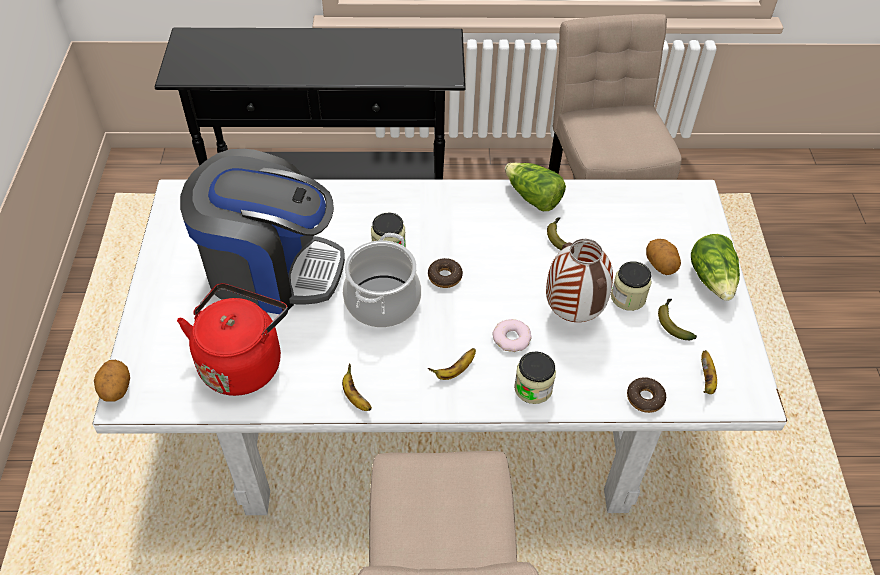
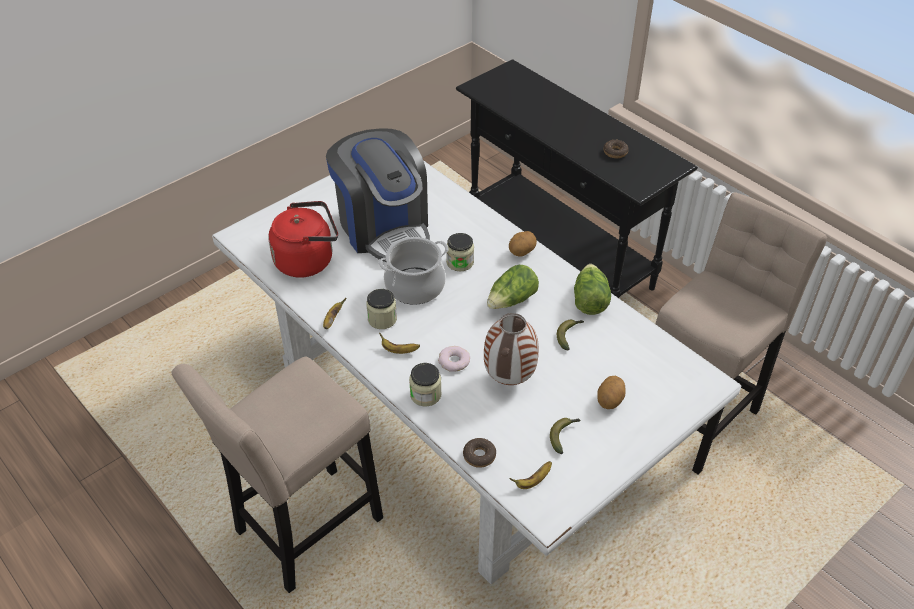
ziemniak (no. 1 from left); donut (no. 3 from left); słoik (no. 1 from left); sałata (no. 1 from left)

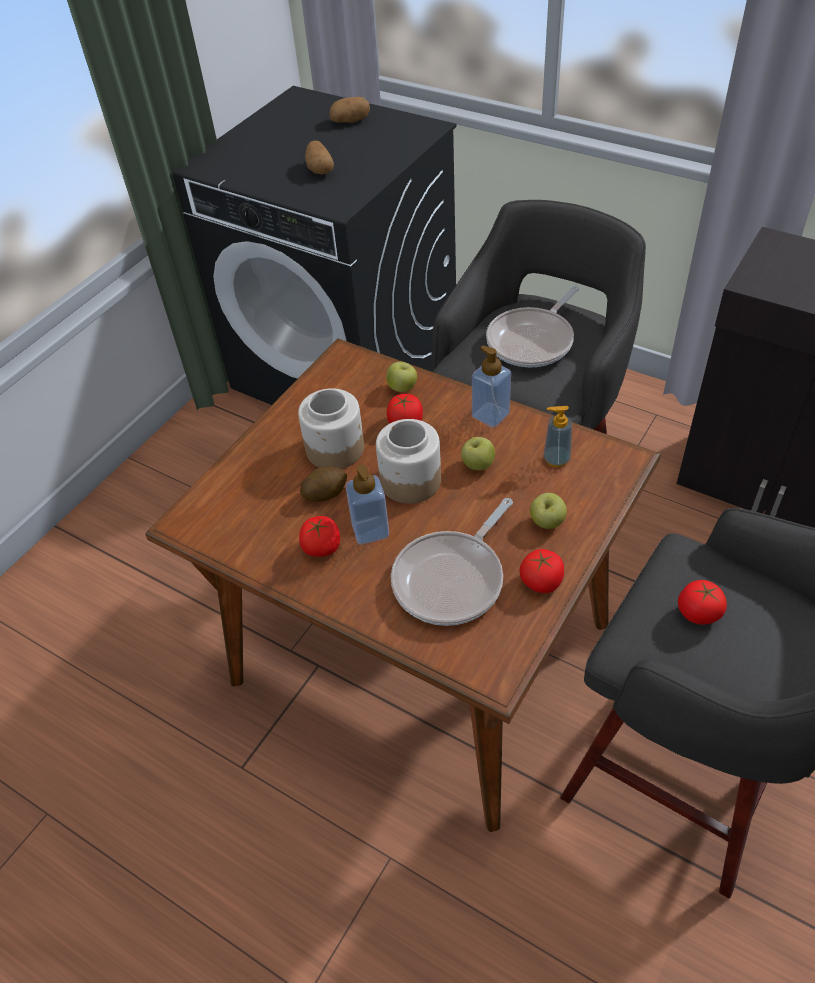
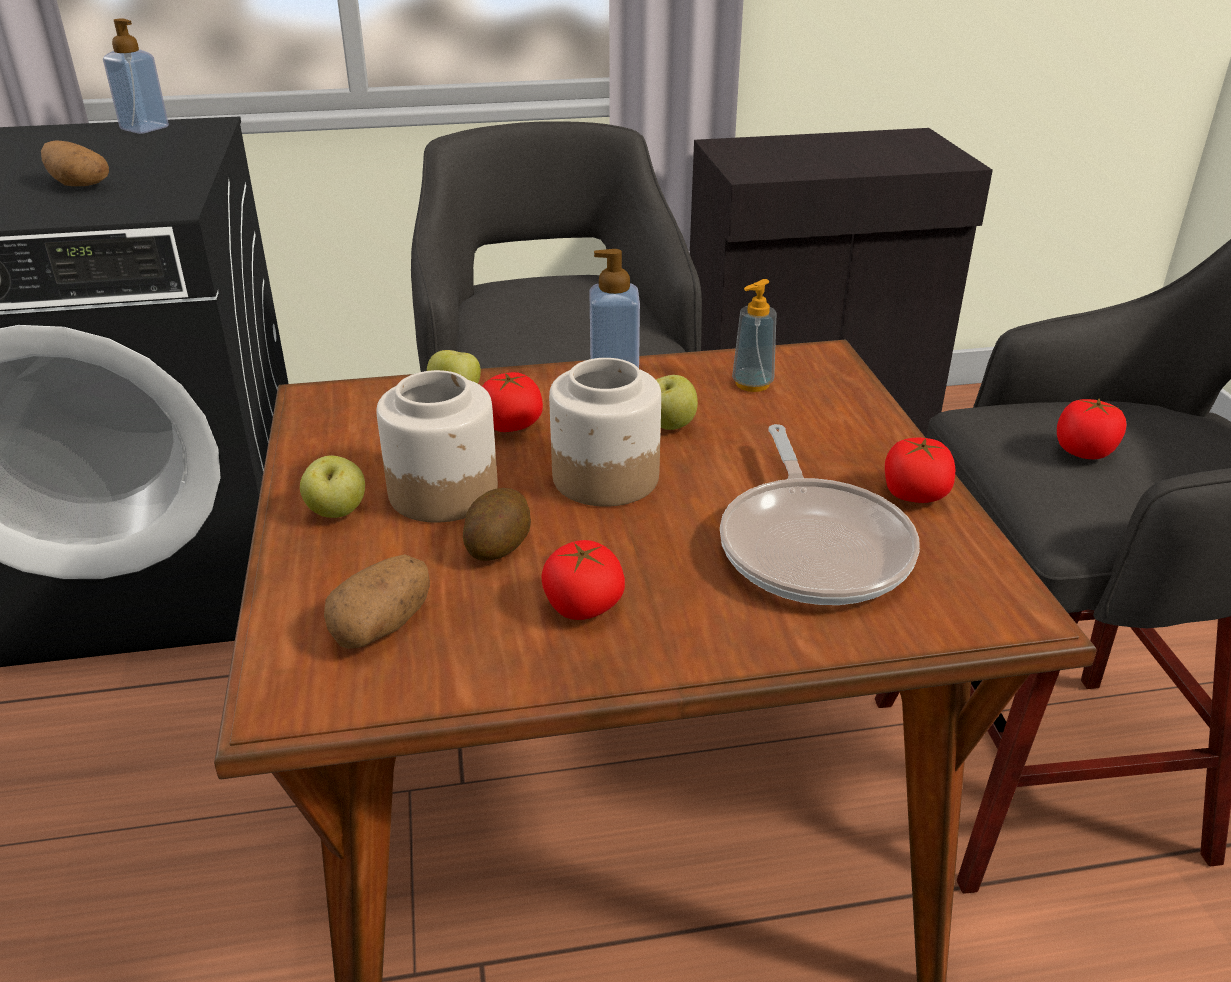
patelnia (no. 2 from left in the first image); ziemniak (no. 2 from left); dozownik mydła (no. 1 from left); jabłko (no. 1 from left)

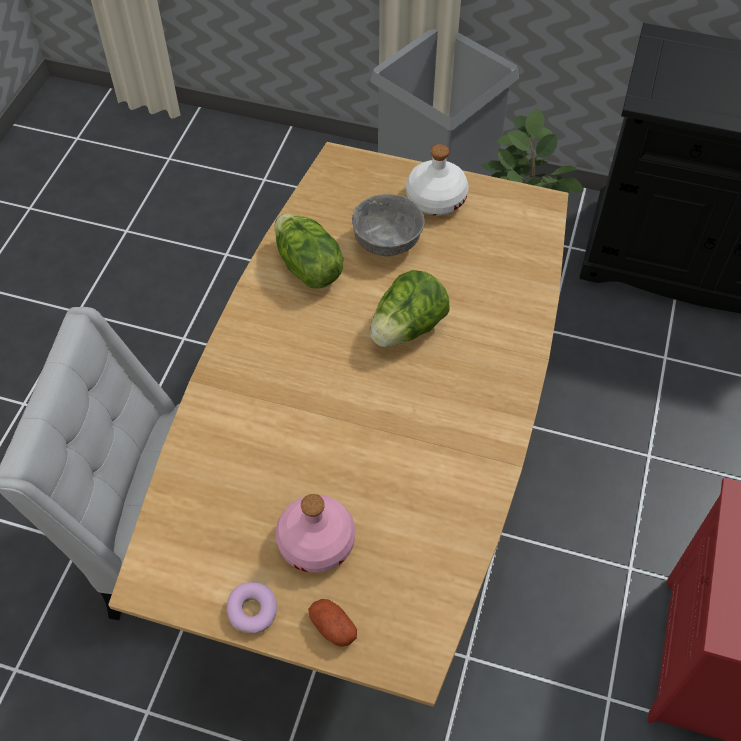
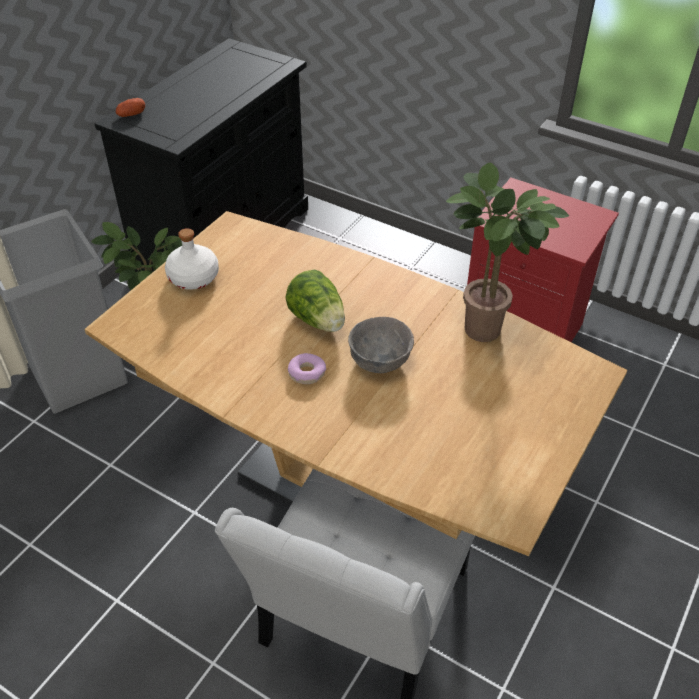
sałata (no. 1 from left in the first image); butelka (różowy); roślina doniczkowa (no. 2 from left); donut; ziemniak; miska (szary)

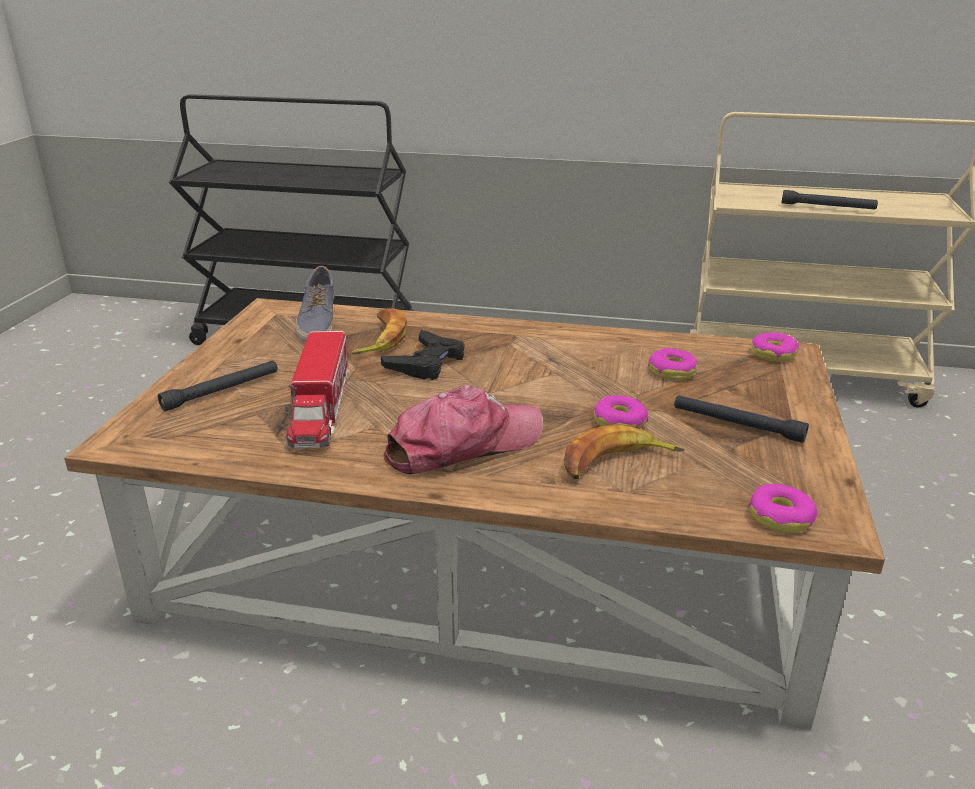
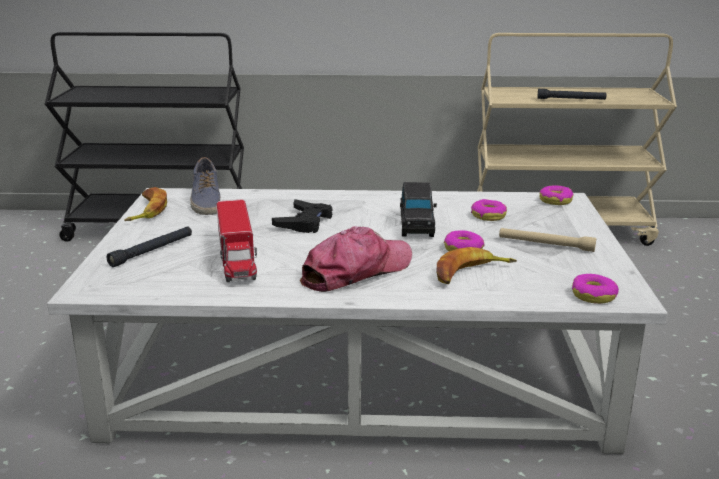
samochodzik (czarny); banan (no. 1 from left); ława (biały); latarka (beżowy)

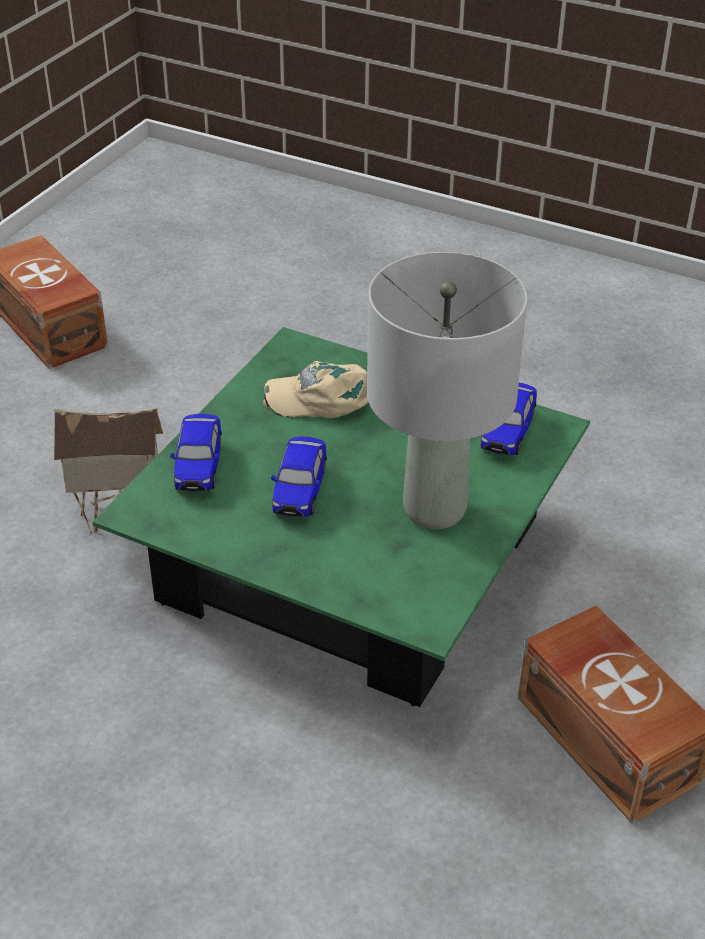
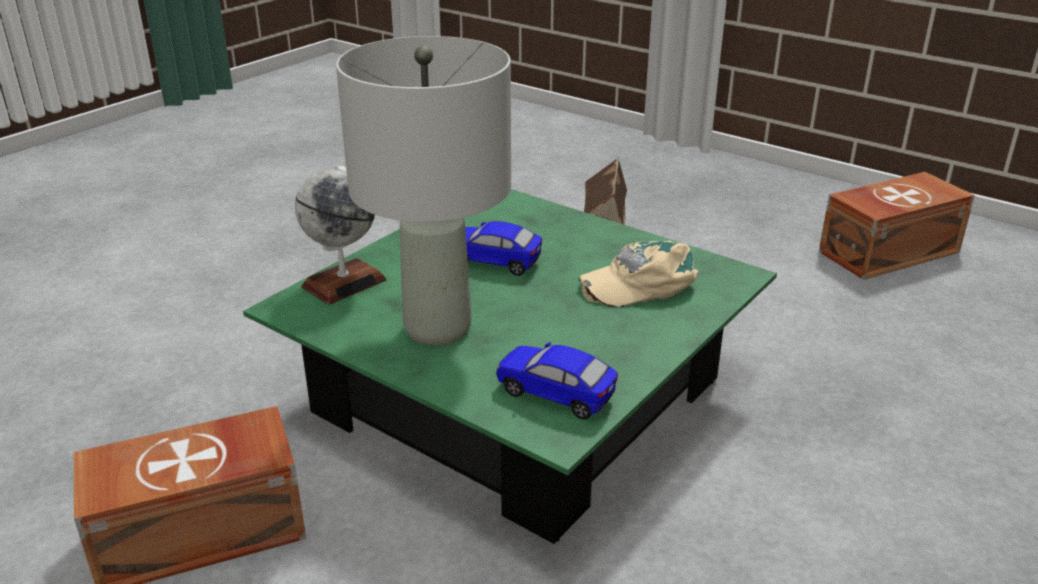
samochodzik (no. 1 from left in the first image); globus; czapka z daszkiem (beżowy)

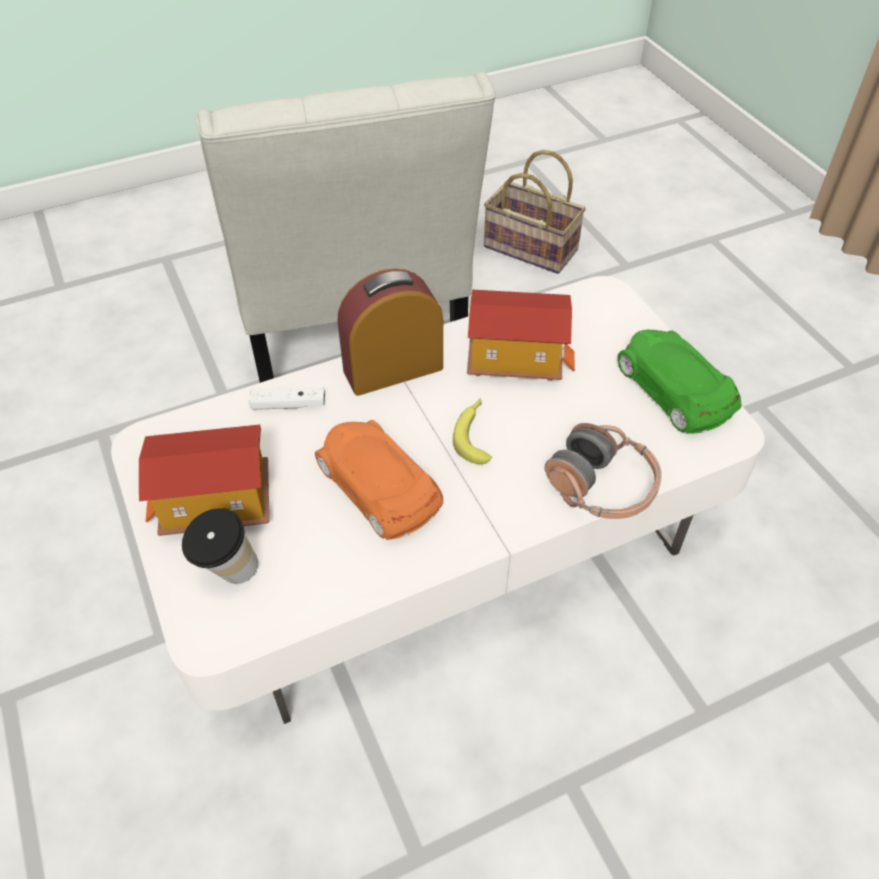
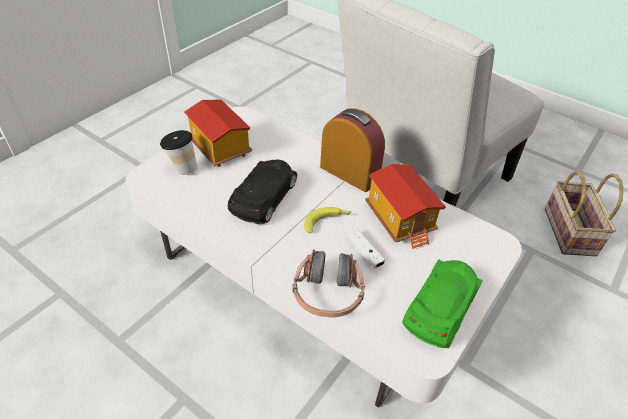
pad do gier (biały); samochodzik (czarny)

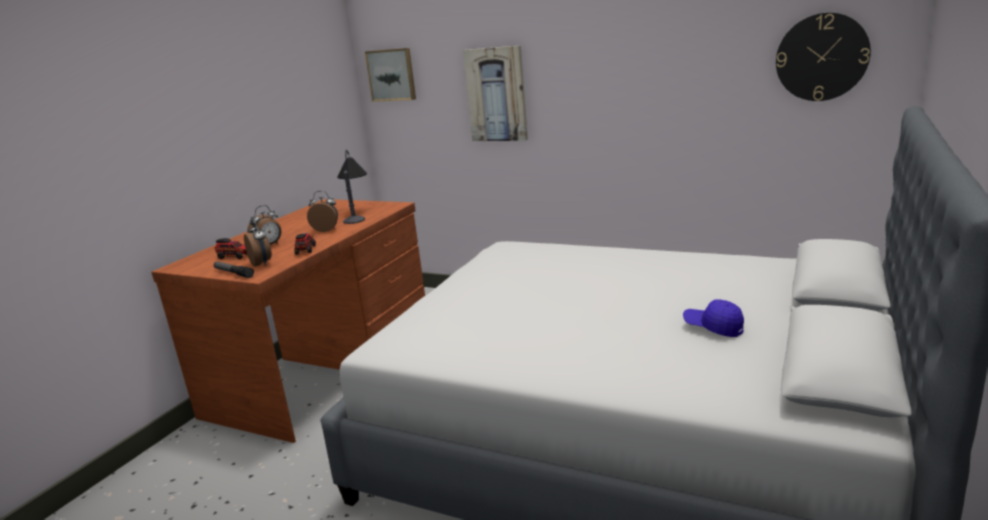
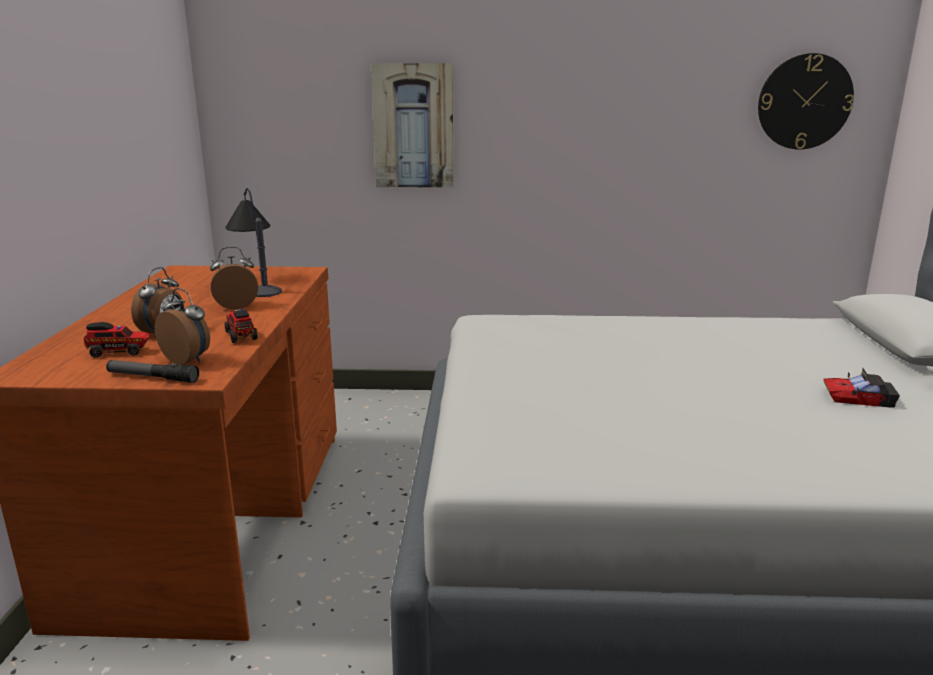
obraz (no. 1 from left in the first image); samochodzik

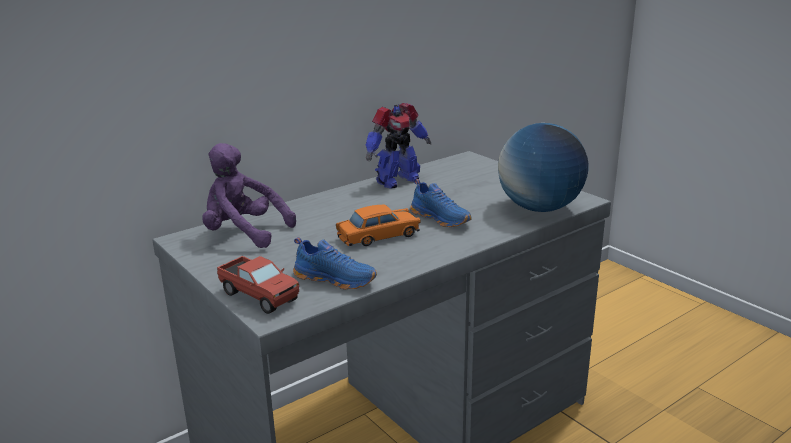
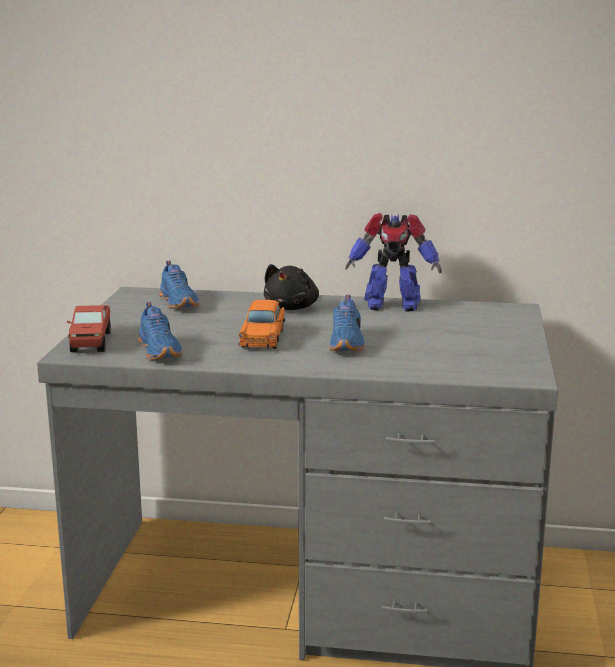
globus; pluszak (czarny); but (niebieski) (no. 2 from left); samochodzik (pomarańczowy)

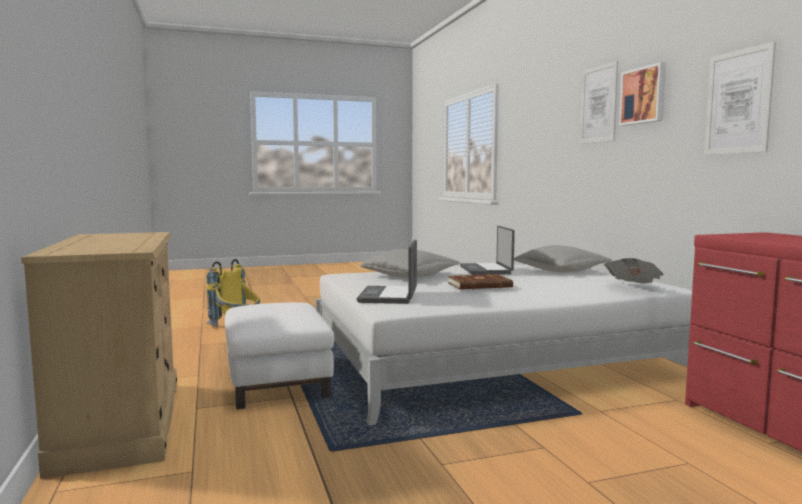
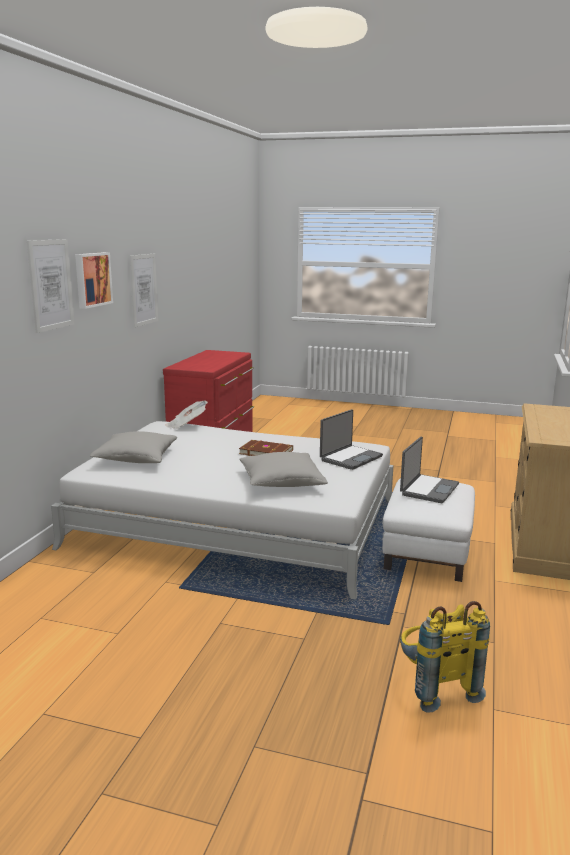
laptop (no. 2 from left)

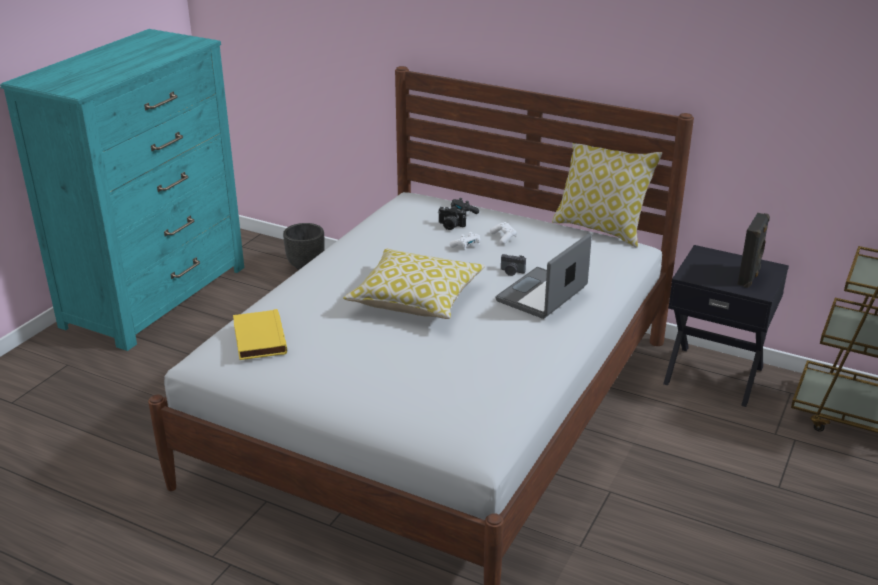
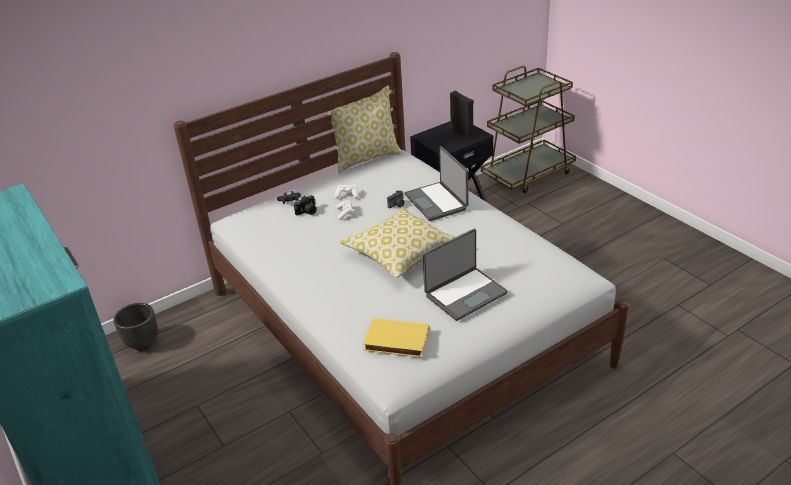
laptop (no. 2 from left)

